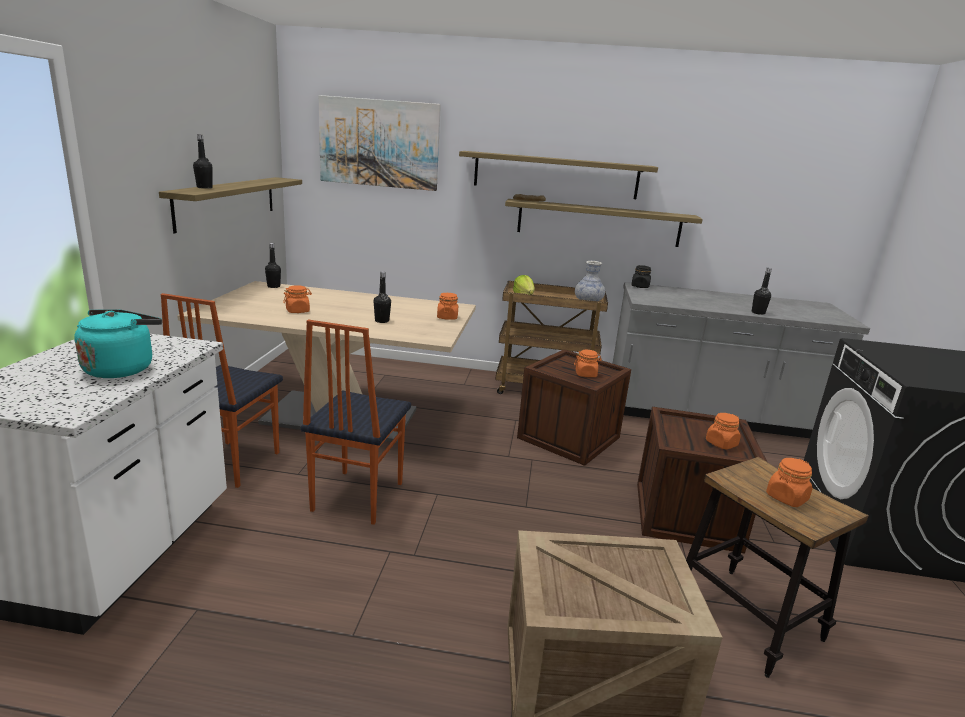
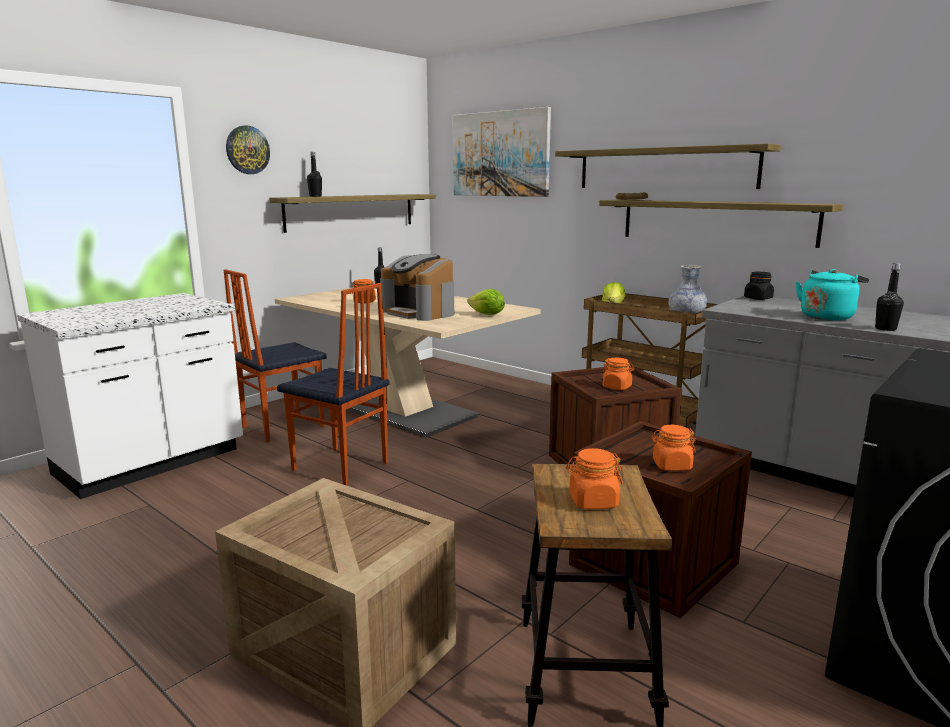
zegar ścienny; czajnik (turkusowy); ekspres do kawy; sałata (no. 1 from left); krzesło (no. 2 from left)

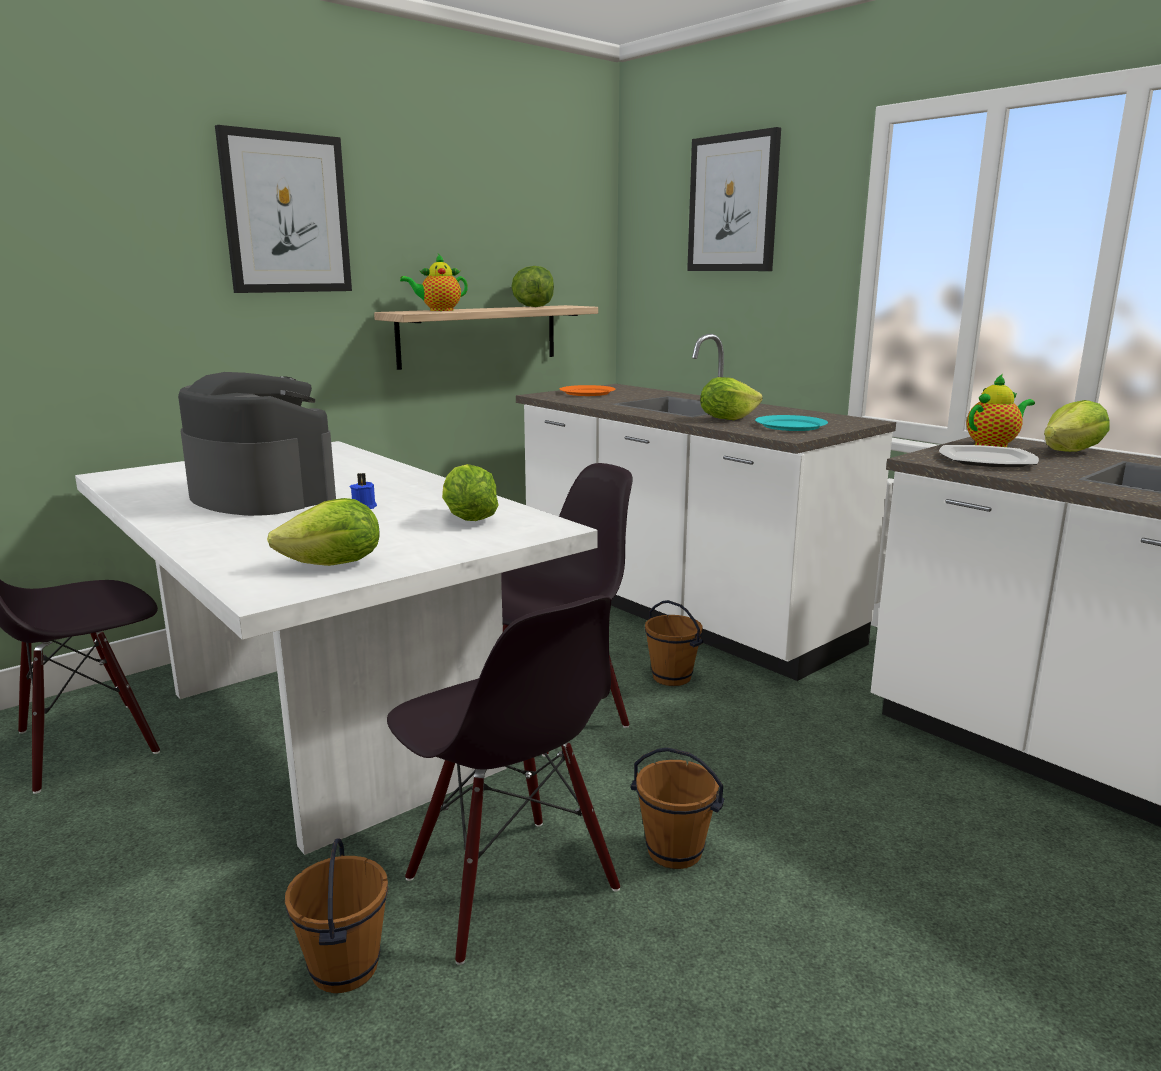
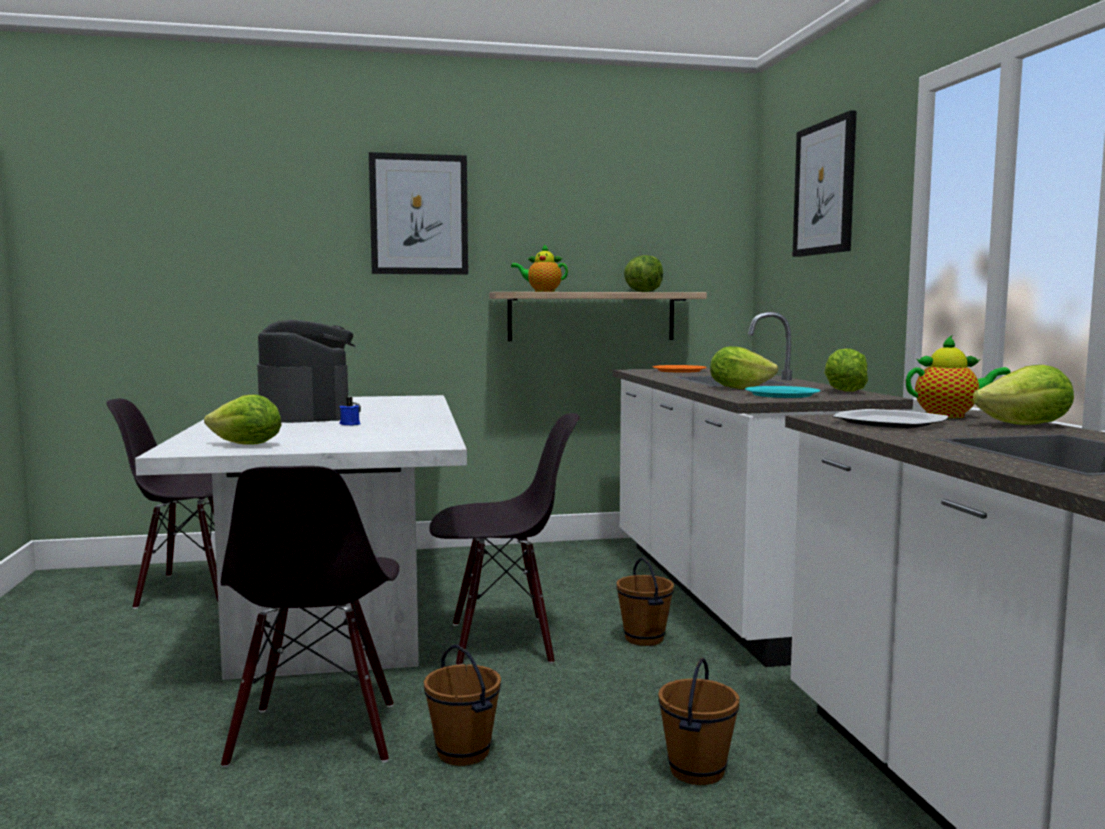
wiadro (brązowy) (no. 3 from left); sałata (no. 4 from left)

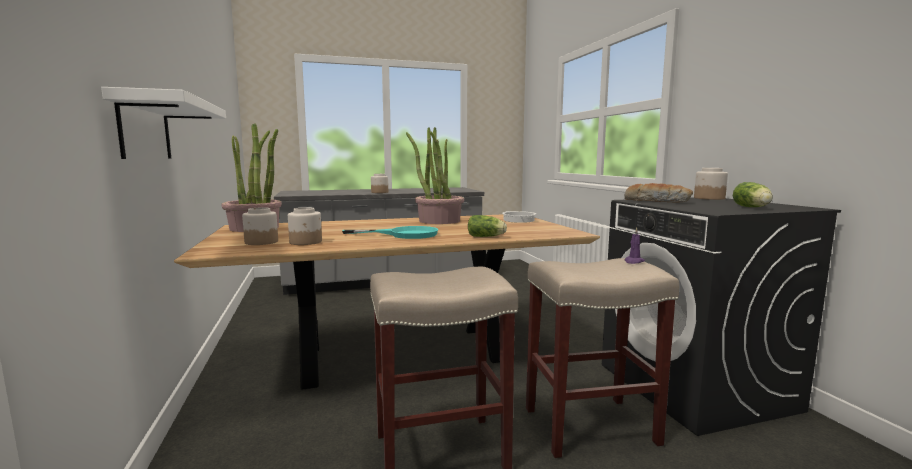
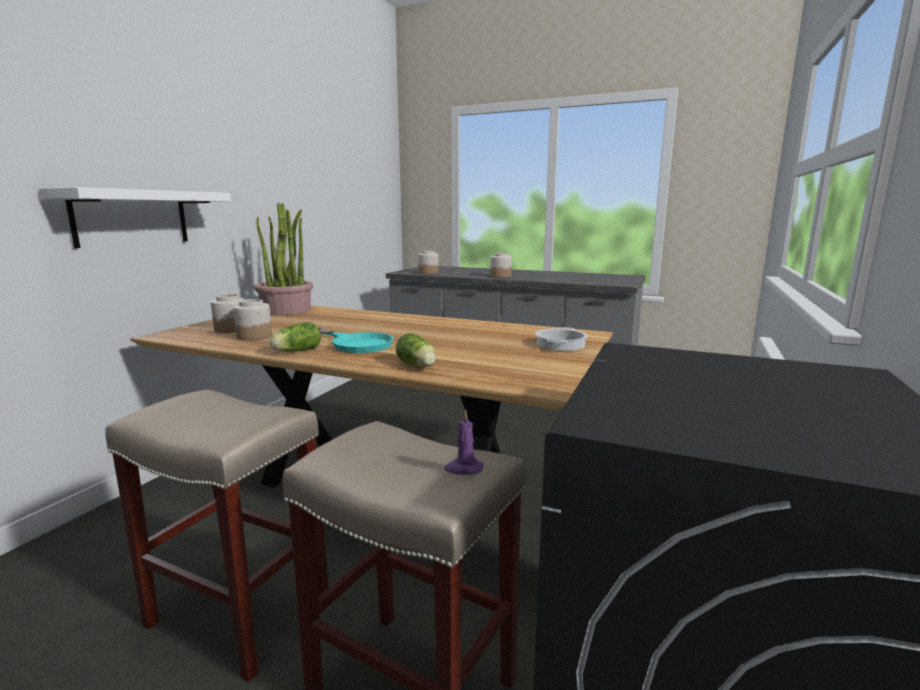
roślina doniczkowa (no. 2 from left in the first image); chleb; słoik (no. 3 from left); sałata (no. 1 from left)

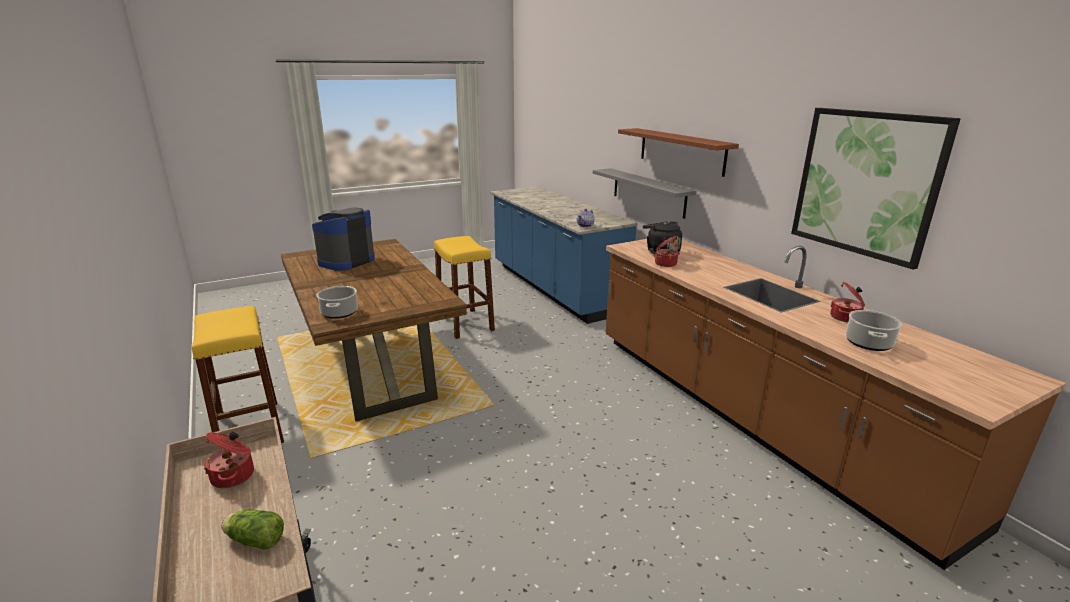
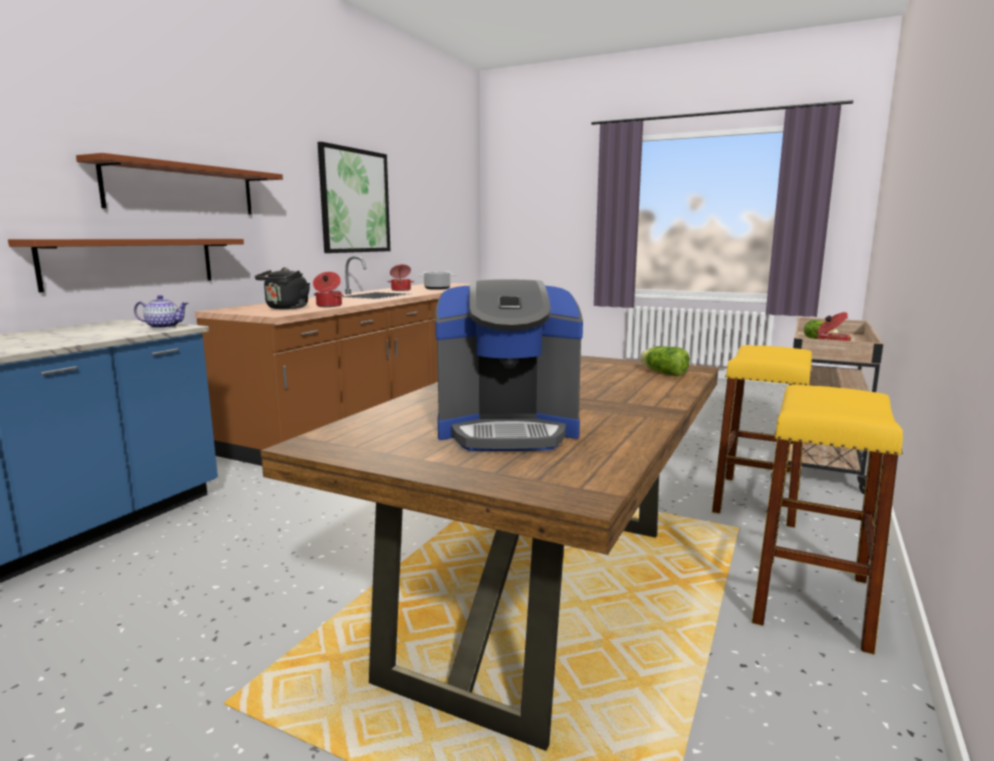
stołek (żółty) (no. 1 from left); sałata (no. 1 from left); półka (brązowy) (no. 1 from left)

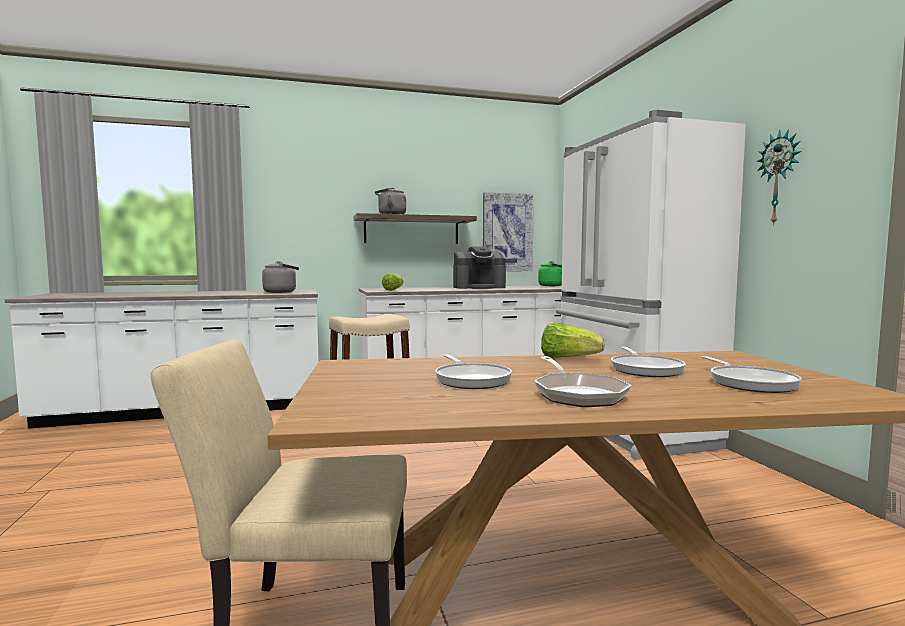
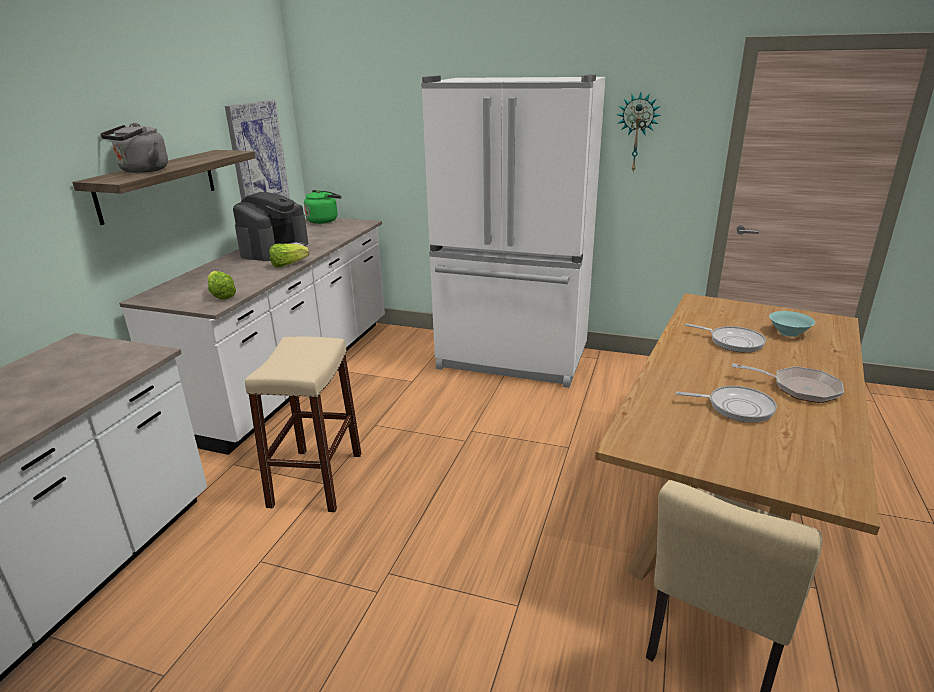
czajnik (szary) (no. 1 from left in the first image); sałata (no. 2 from left); miska (turkusowy)

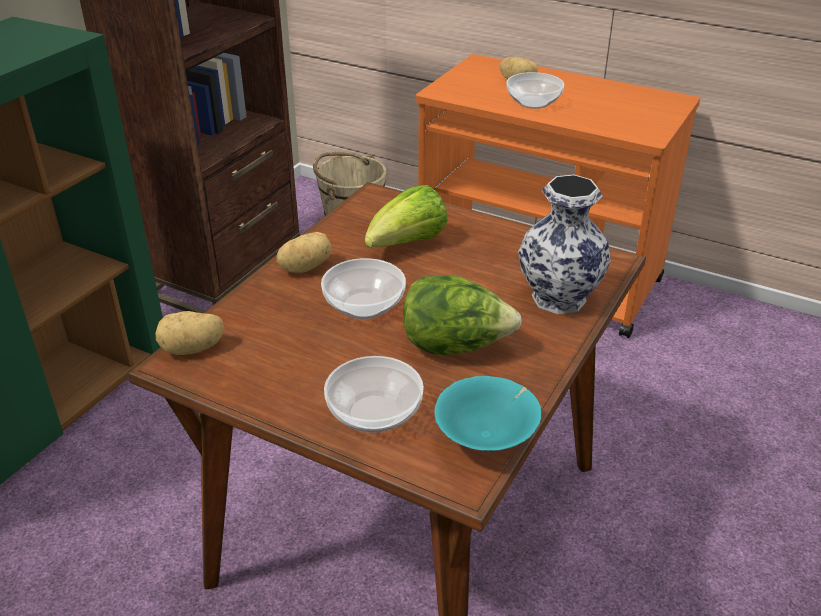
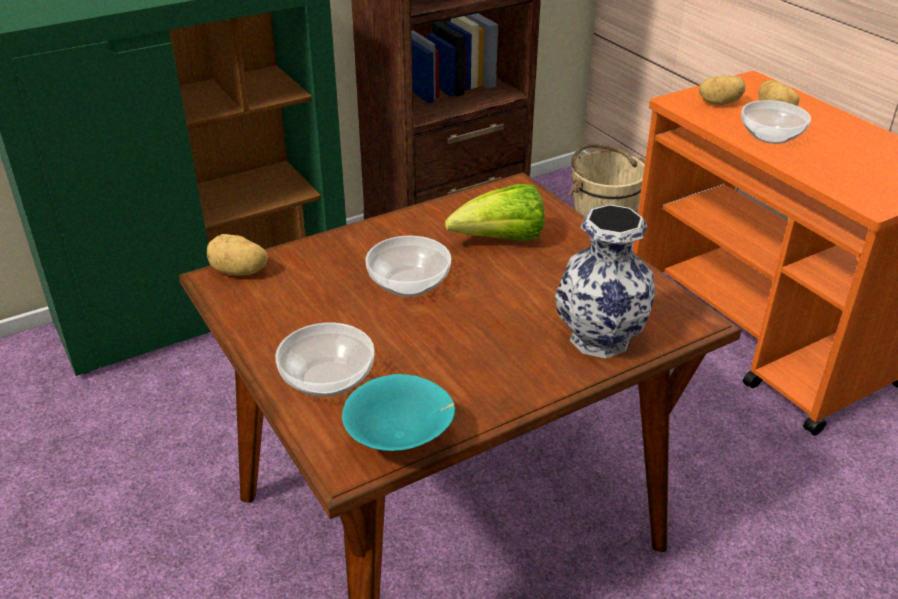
sałata (no. 2 from left in the first image); ziemniak (no. 2 from left)

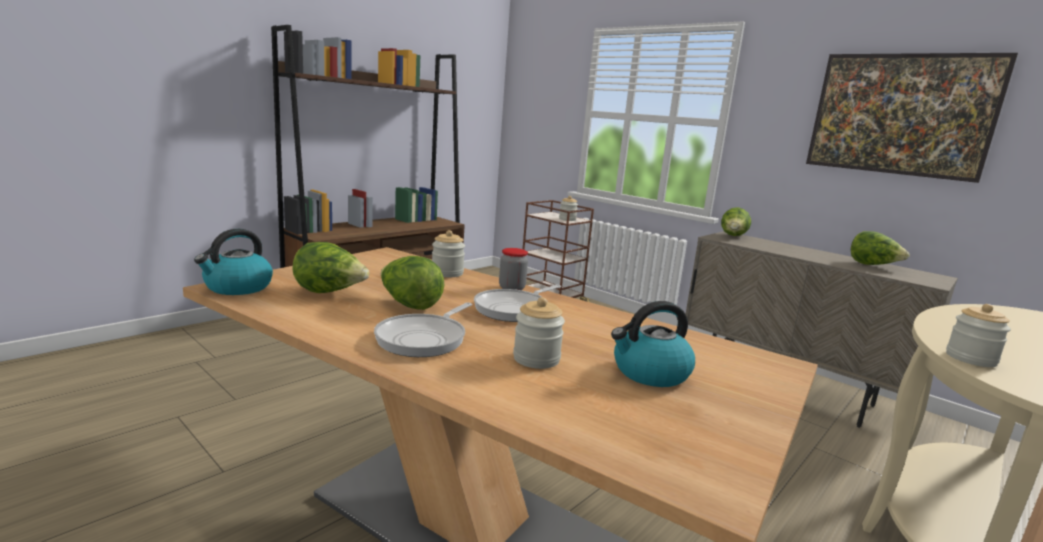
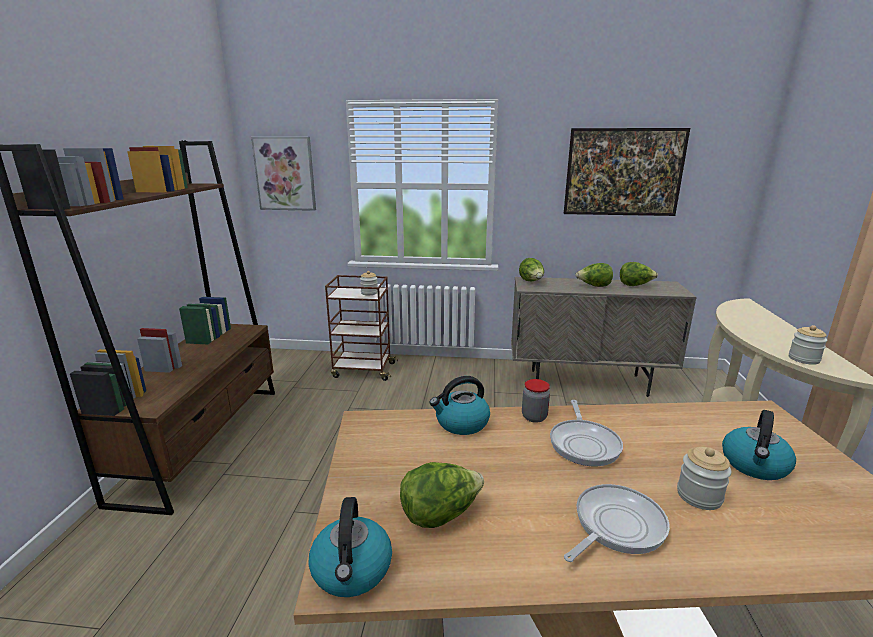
obraz (no. 1 from left); sałata (no. 3 from left); czajnik (no. 2 from left); patelnia (no. 2 from left)

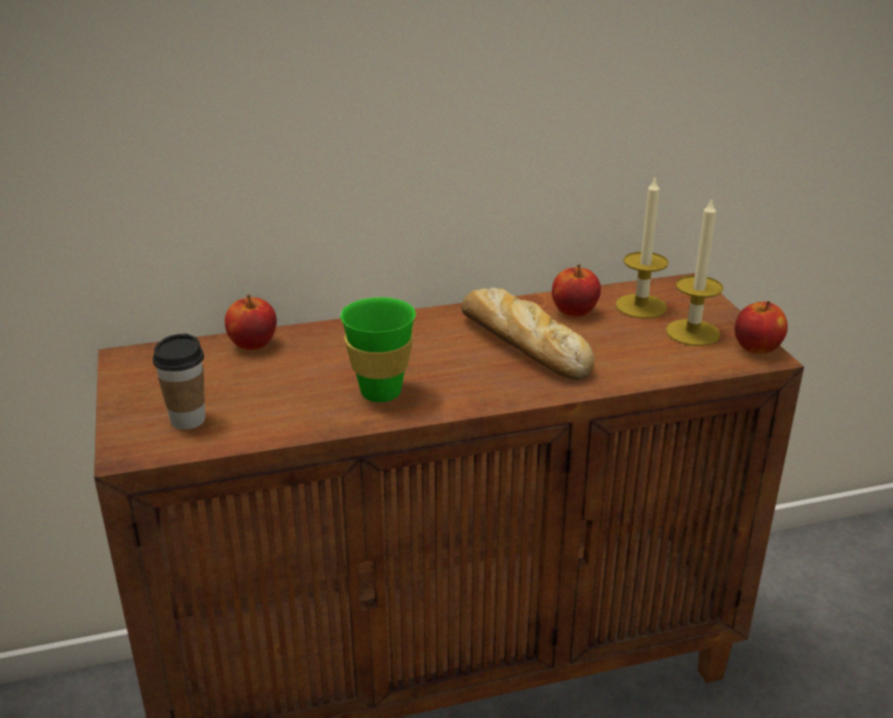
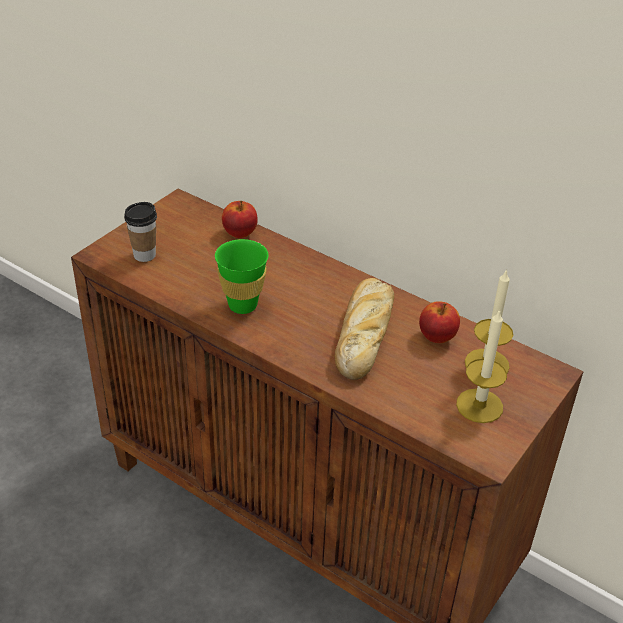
jabłko (no. 3 from left in the first image)

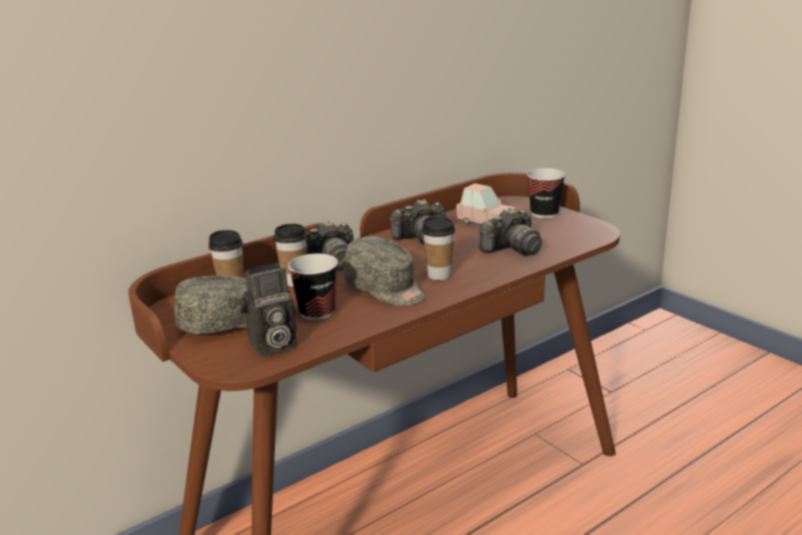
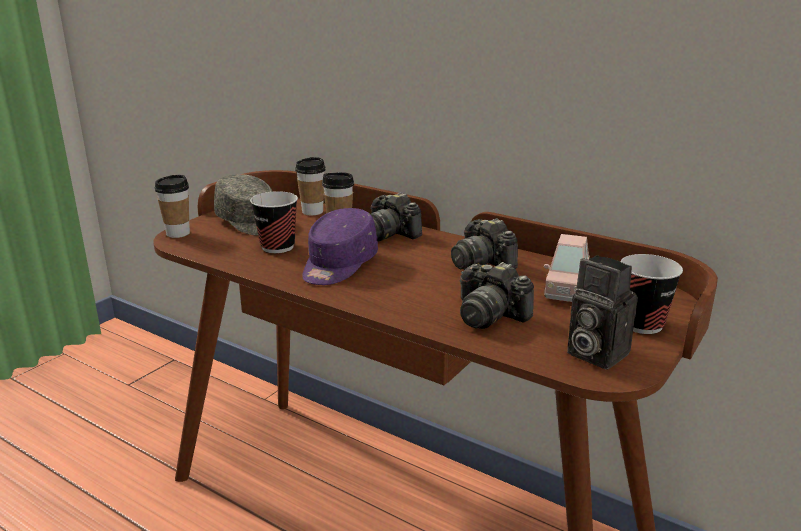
aparat fotograficzny (no. 4 from left); filiżanka (no. 1 from left); czapka z daszkiem (fioletowy)

